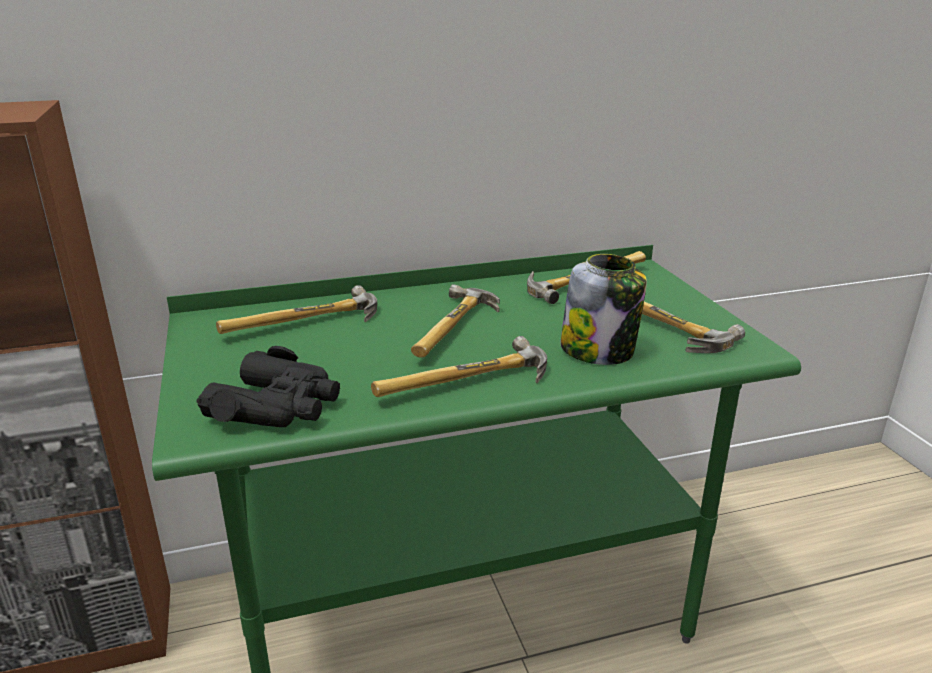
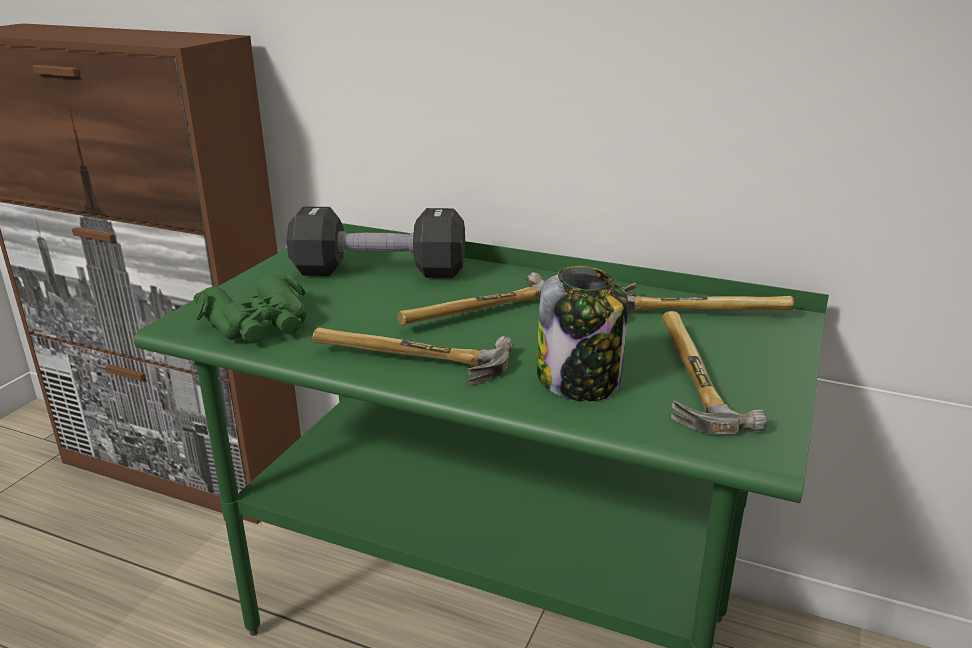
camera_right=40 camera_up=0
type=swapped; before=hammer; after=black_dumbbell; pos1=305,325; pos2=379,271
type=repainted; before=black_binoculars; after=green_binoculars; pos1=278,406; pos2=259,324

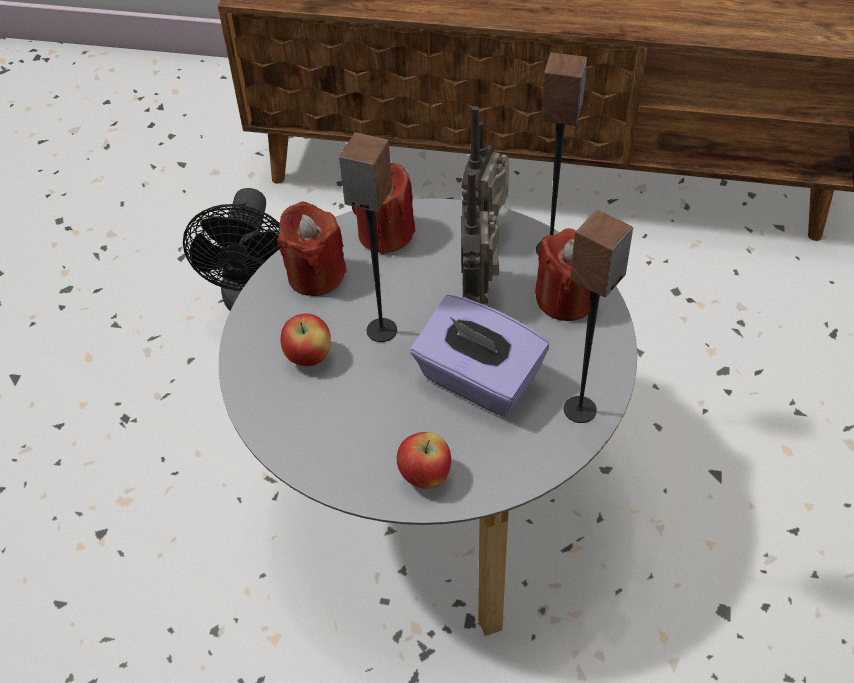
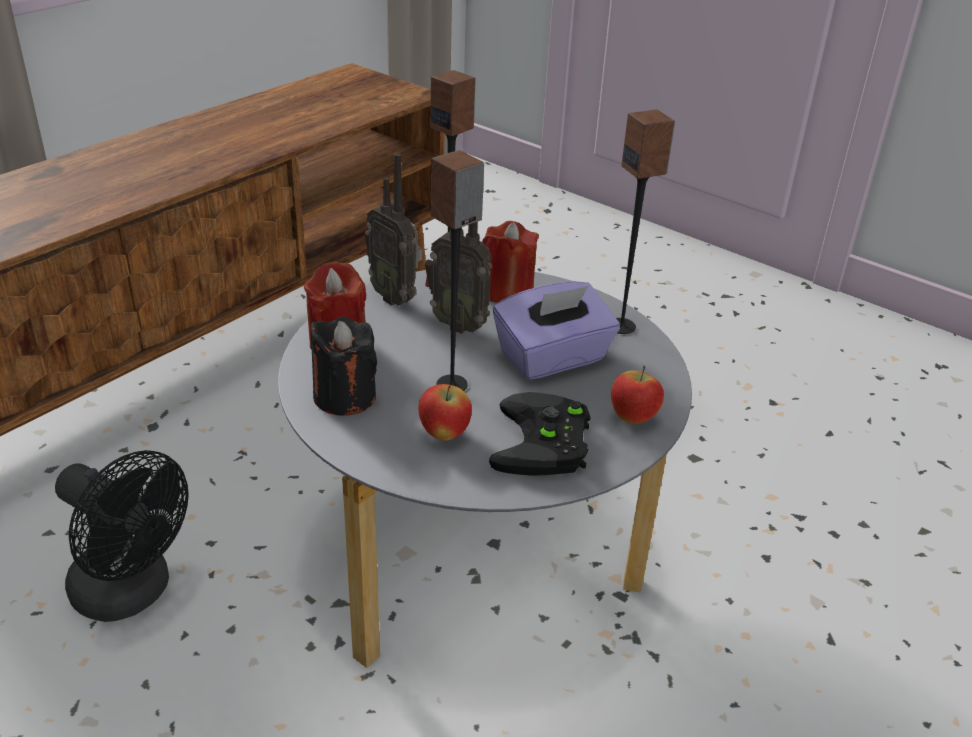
camera_right=-65 camera_up=-15
type=new; after=black_game_controller; pos2=545,445
type=repainted; before=red_candle; after=black_candle; pos1=315,275; pos2=344,397

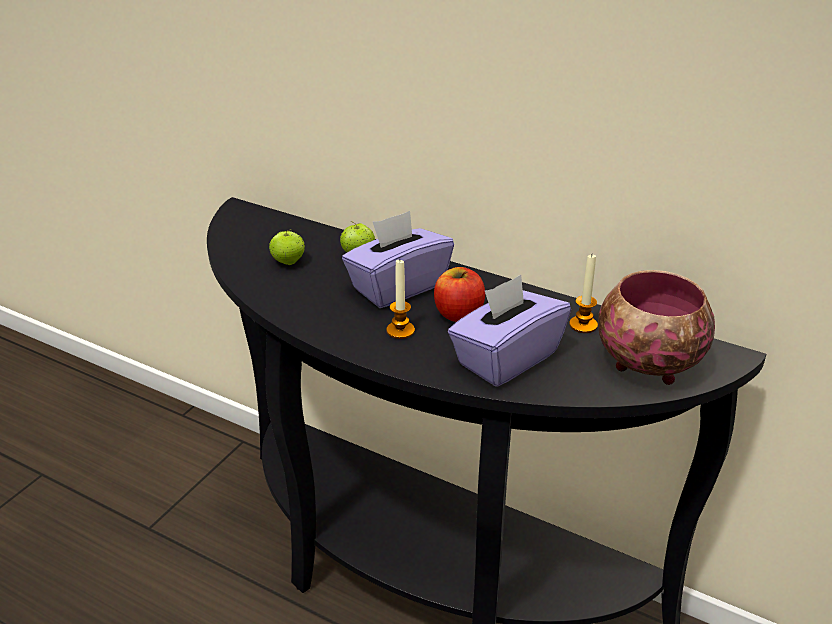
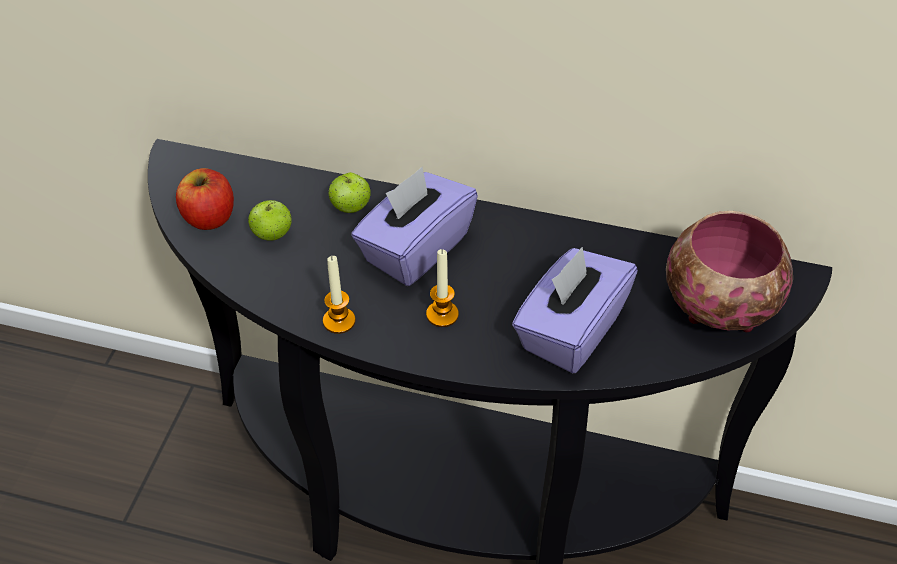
camera_right=-15 camera_up=15
type=shifted; before=apple; pos1=458,314; pos2=209,217
type=shifted; before=candle; pos1=583,325; pos2=339,321

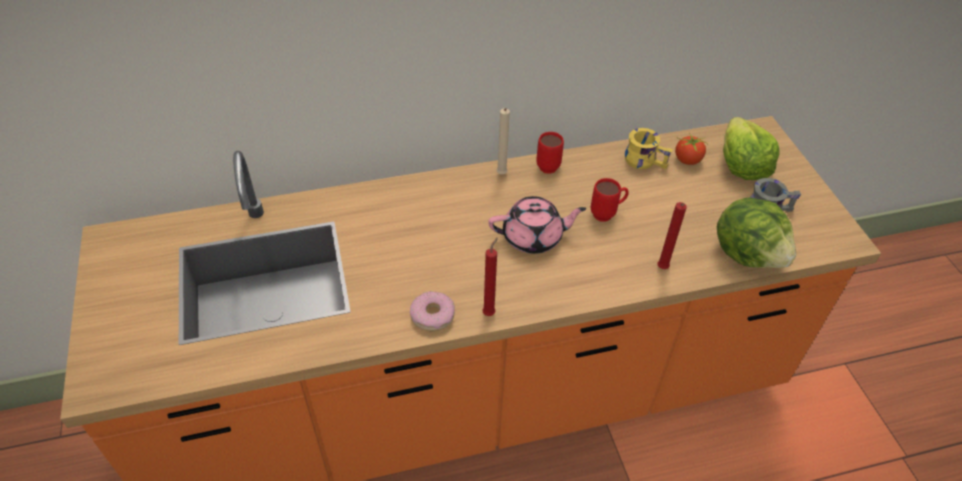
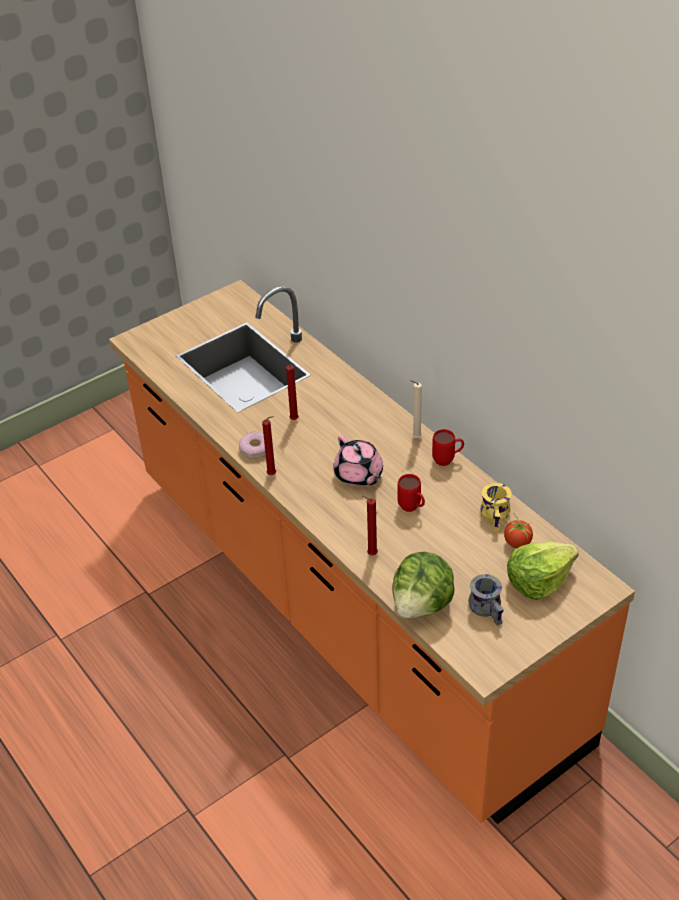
camera_right=70 camera_up=-5
type=new; after=red_candle; pos2=294,420

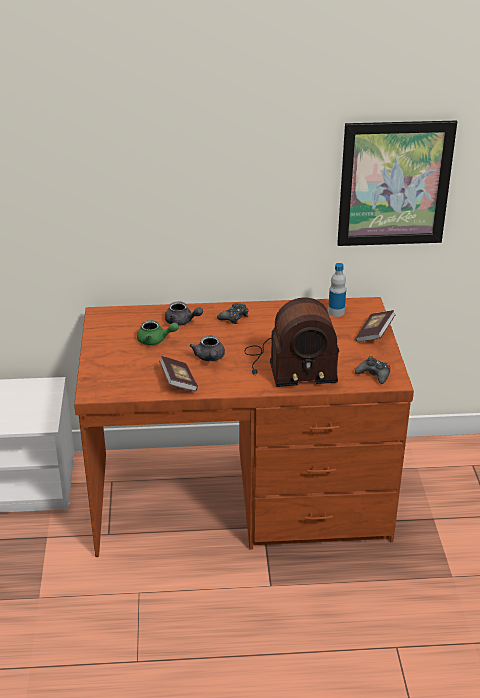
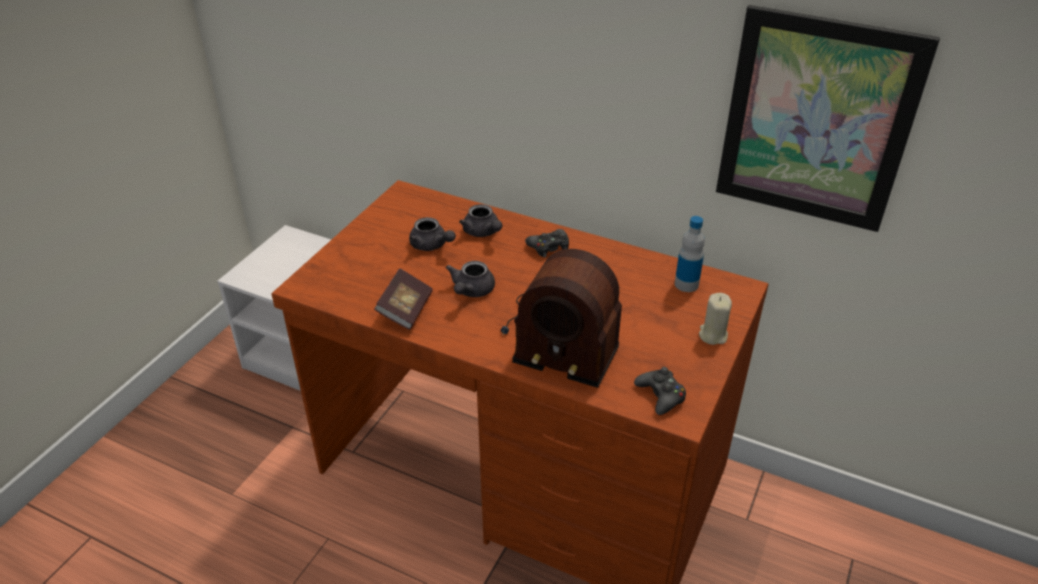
camera_right=30 camera_up=5
type=swapped; before=book; after=beige_candle; pos1=374,334; pos2=712,335
type=repainted; before=green_teapot; after=grey_teapot; pos1=155,340; pos2=431,245

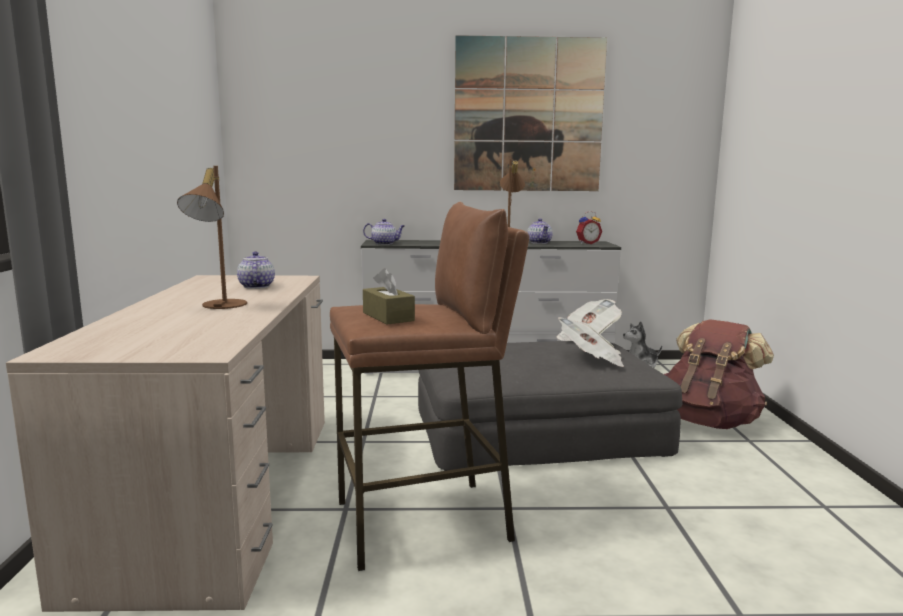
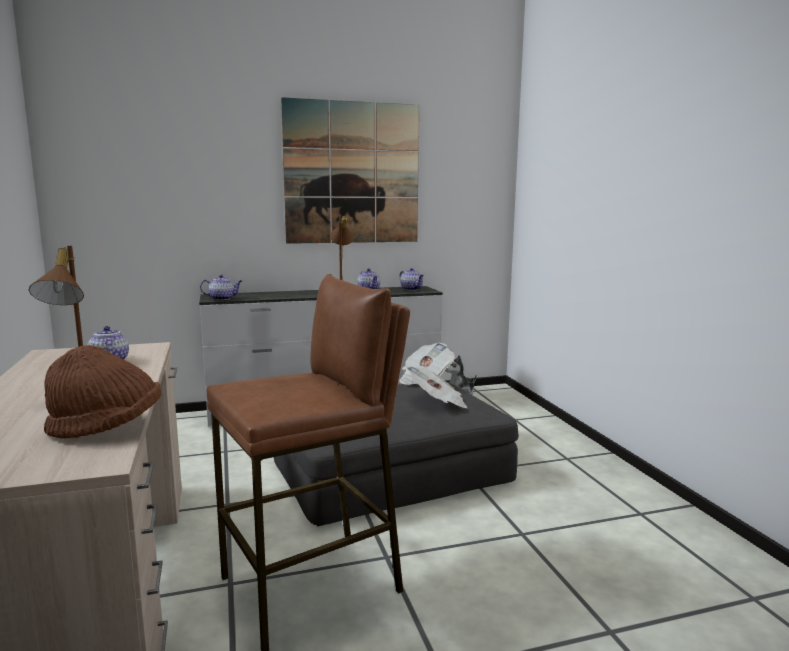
camera_right=-15 camera_up=0
type=gone; before=brown_tissue_box; pos1=388,317
type=gone; before=brown_backpack; pos1=709,422
type=new; after=brown_hat; pos2=107,428
type=swapped; before=alarm_clock; after=teapot; pos1=587,243; pos2=411,289

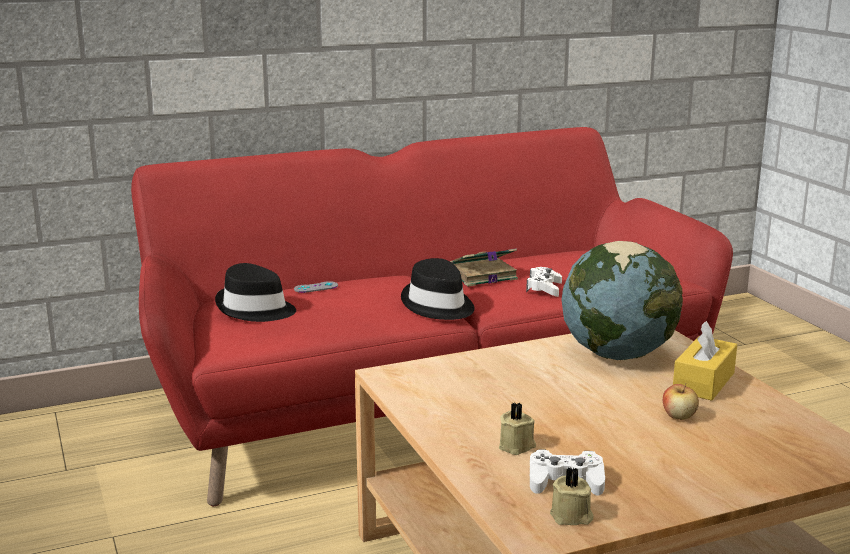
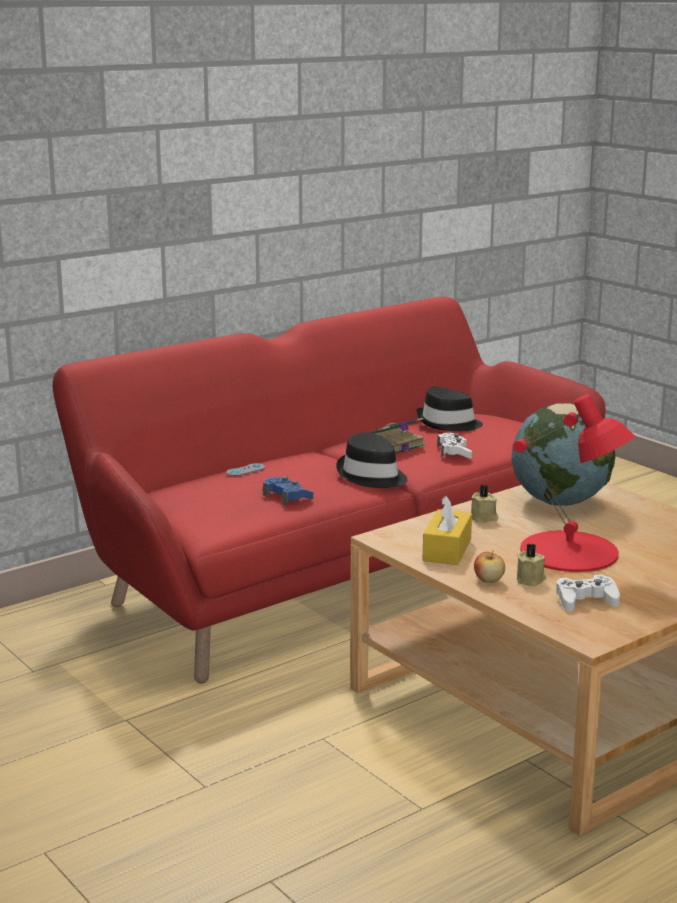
camera_right=-15 camera_up=0
type=new; after=blue_game_controller; pos2=287,497
type=new; after=red_table_lamp; pos2=570,552
type=shifted; before=black_hat; pos1=255,309; pos2=448,423
type=shifted; before=beige_candle; pos1=571,517; pos2=484,518
type=shifted; before=apple; pos1=679,416; pos2=489,580
type=shifted; before=yellow_tissue_box; pos1=703,382; pos2=447,550

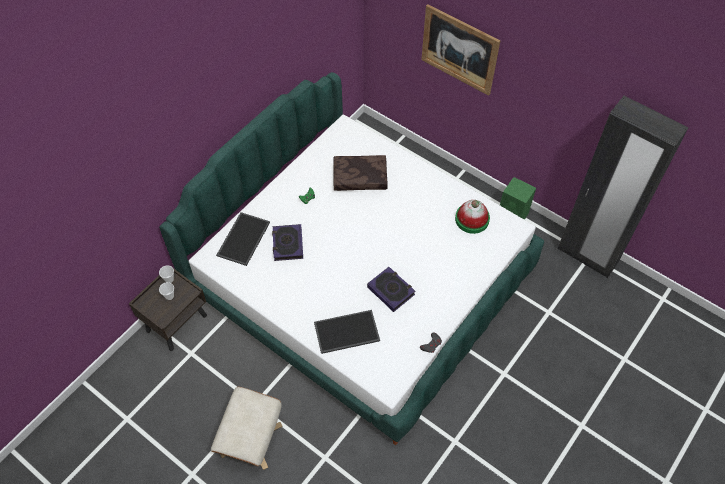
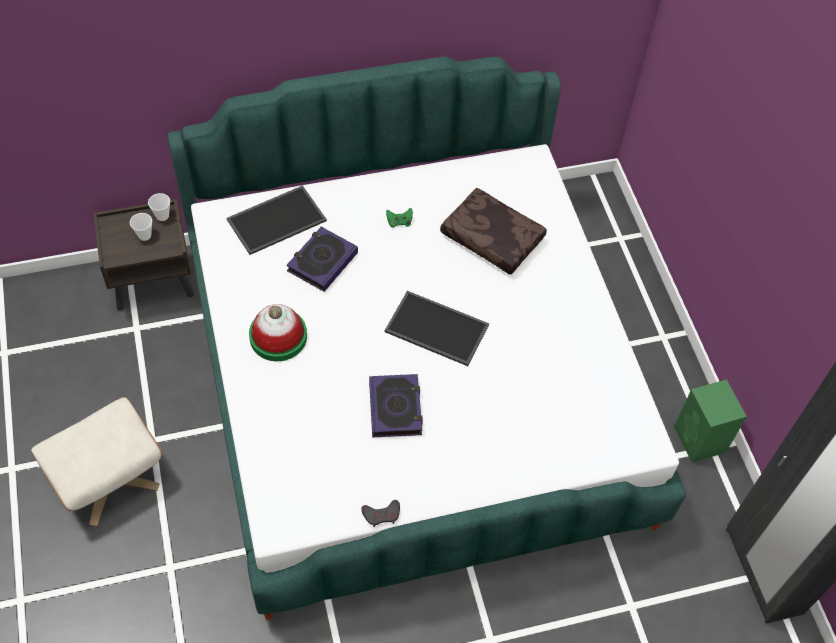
camera_right=35 camera_up=0
type=gone; before=picture; pos1=459,49
type=shifted; before=tray; pos1=346,333; pos2=435,329
type=shifted; before=hat; pos1=472,219; pos2=278,336

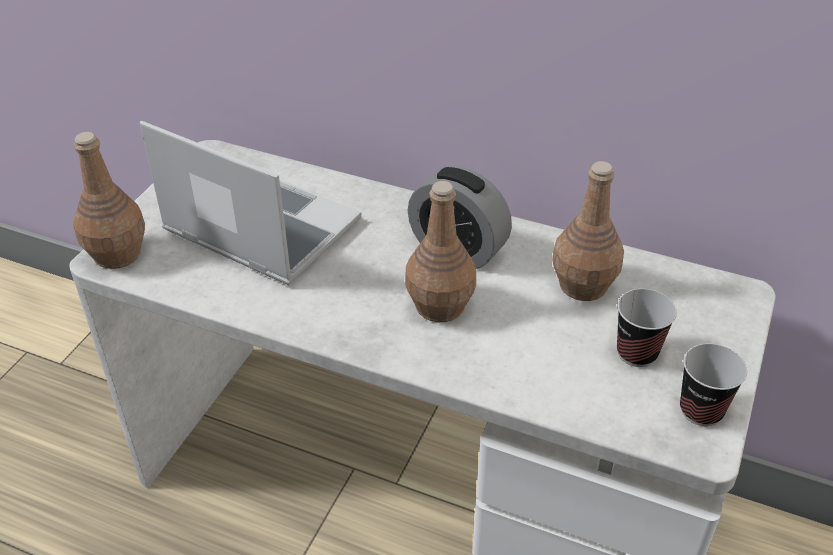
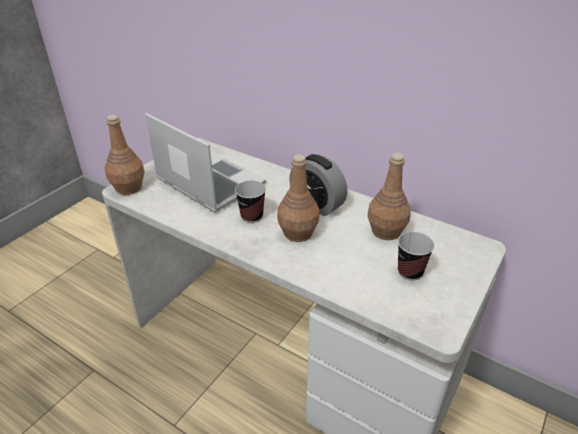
camera_right=10 camera_up=-5
type=shifted; before=cup; pos1=701,410; pos2=251,216

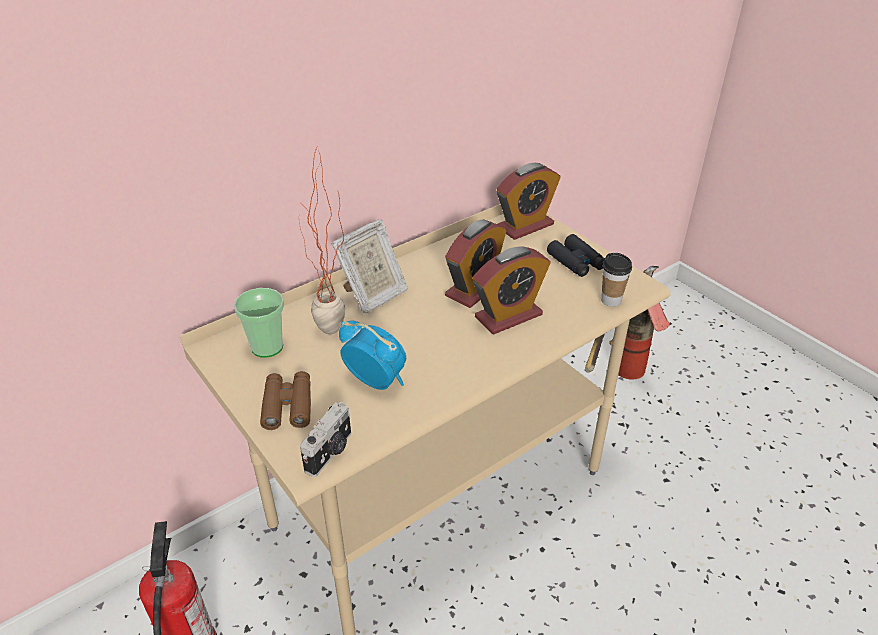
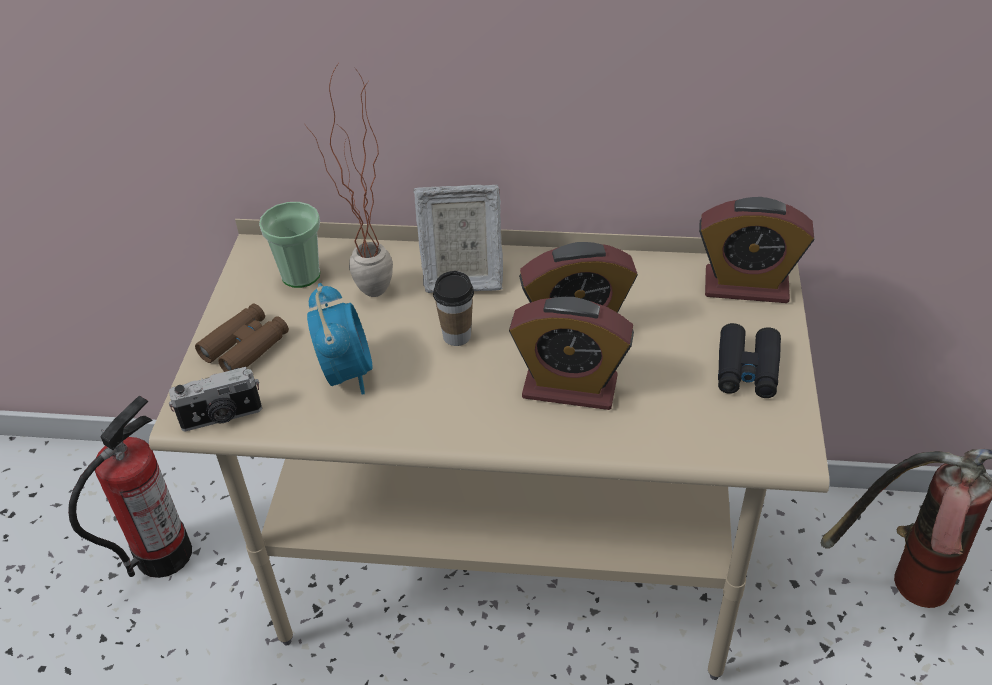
camera_right=45 camera_up=5
type=shifted; before=cup; pos1=611,300; pos2=457,336

